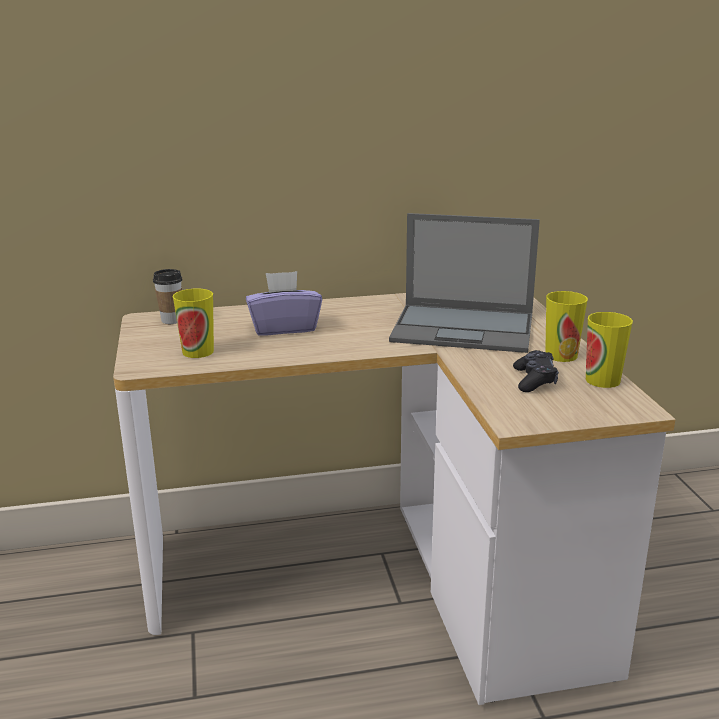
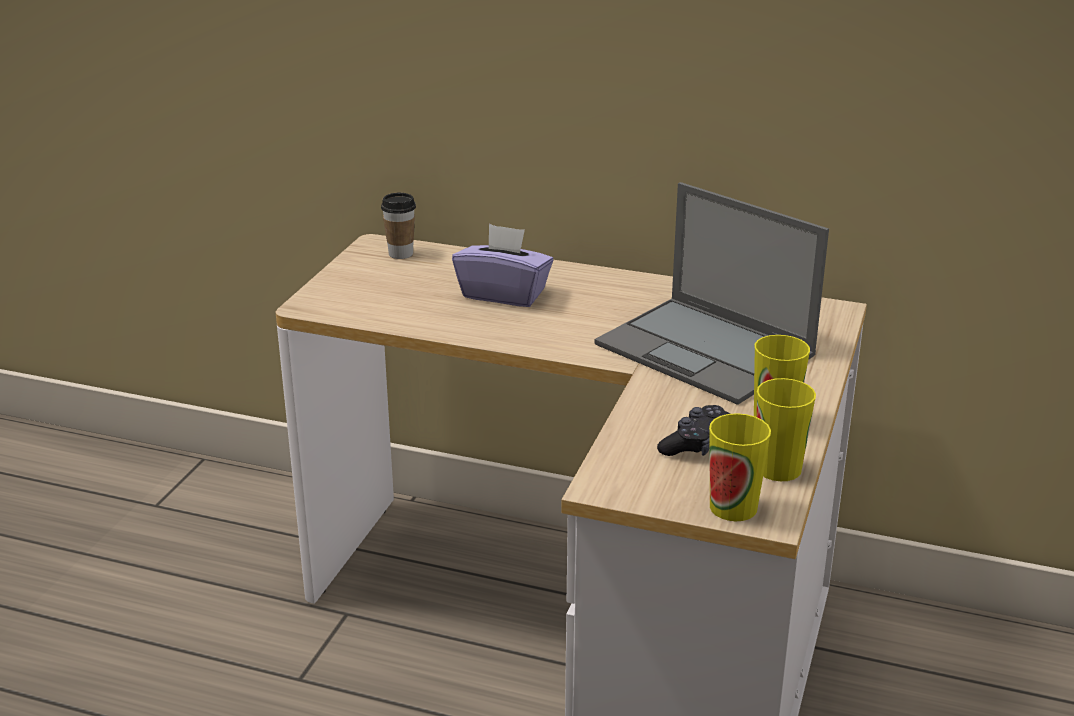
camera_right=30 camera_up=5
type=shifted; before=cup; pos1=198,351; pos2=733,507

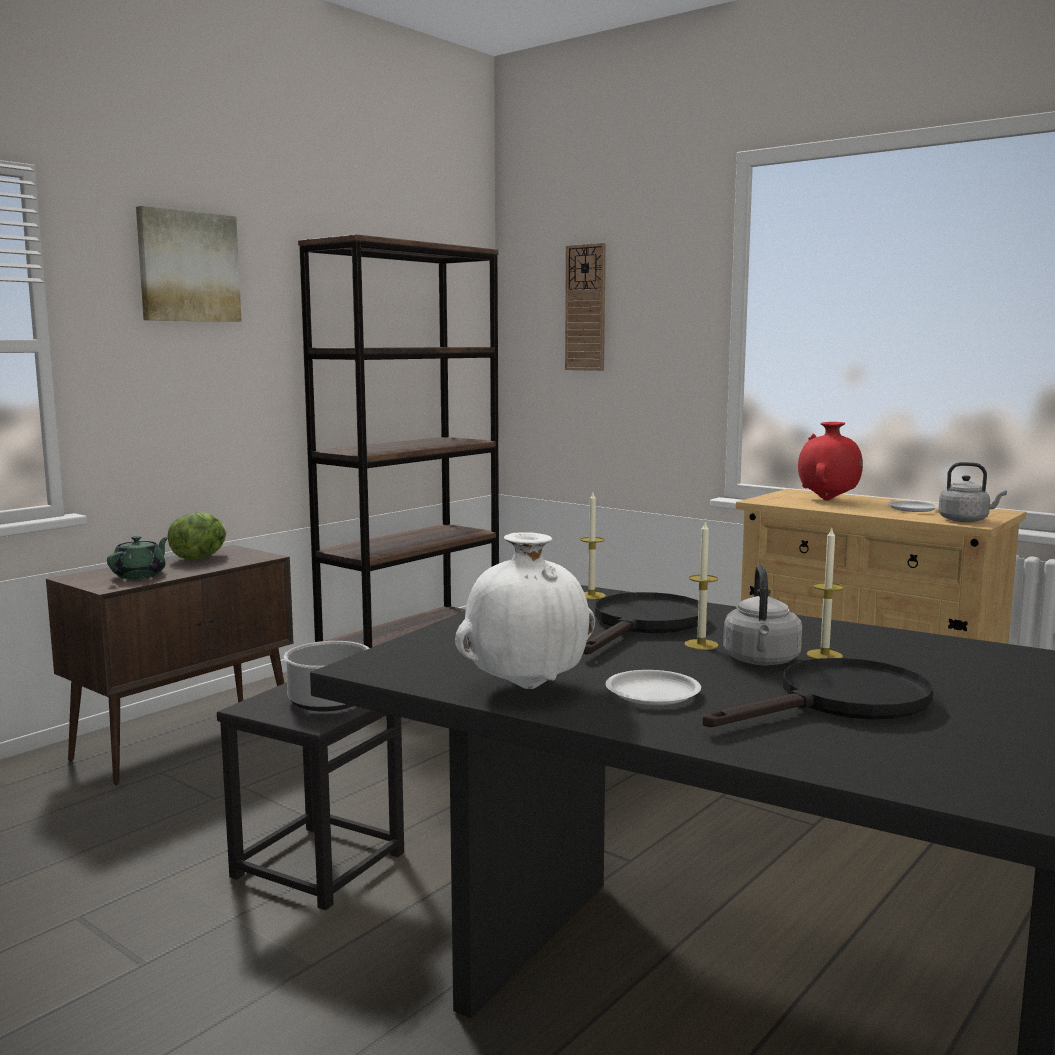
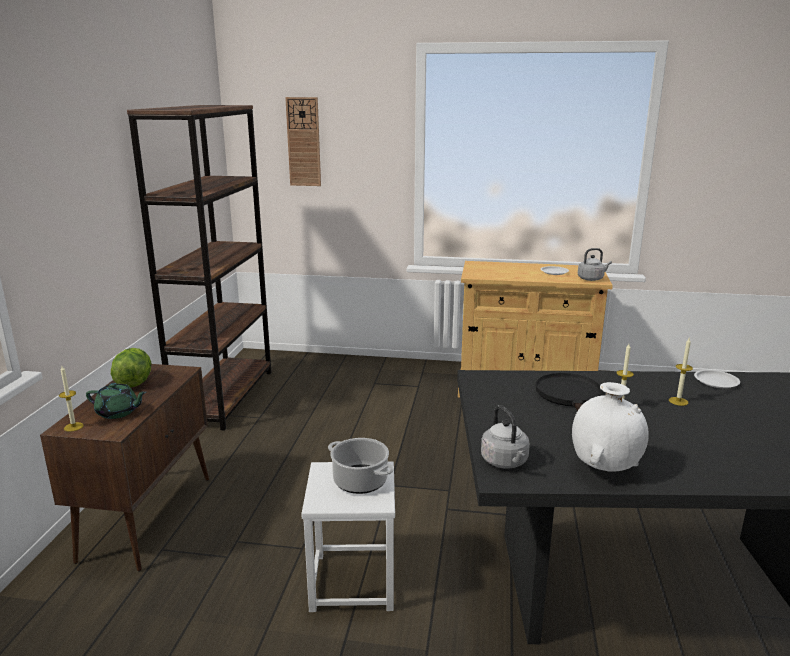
camera_right=-30 camera_up=10
type=gone; before=picture; pos1=188,267
type=gone; before=black_frying_pan; pos1=839,703
type=gone; before=red_vase; pos1=828,500
type=shifted; before=candle; pos1=591,595; pos2=73,427
type=shifted; before=white_plate; pos1=652,694; pos2=716,382
type=shifted; before=grey_kettle; pos1=761,661; pos2=505,462
type=repainted; before=black_stool; after=white_stool; pos1=318,864; pos2=352,581
type=rotated; before=green_teapot; pos1=140,575; pos2=118,412; turn=105

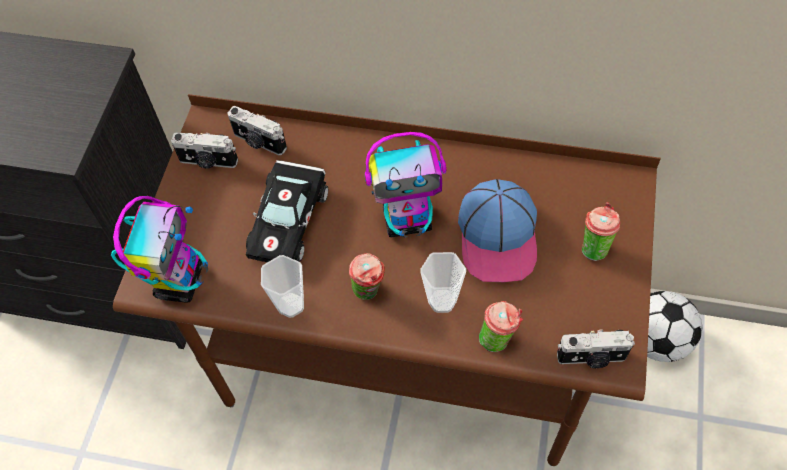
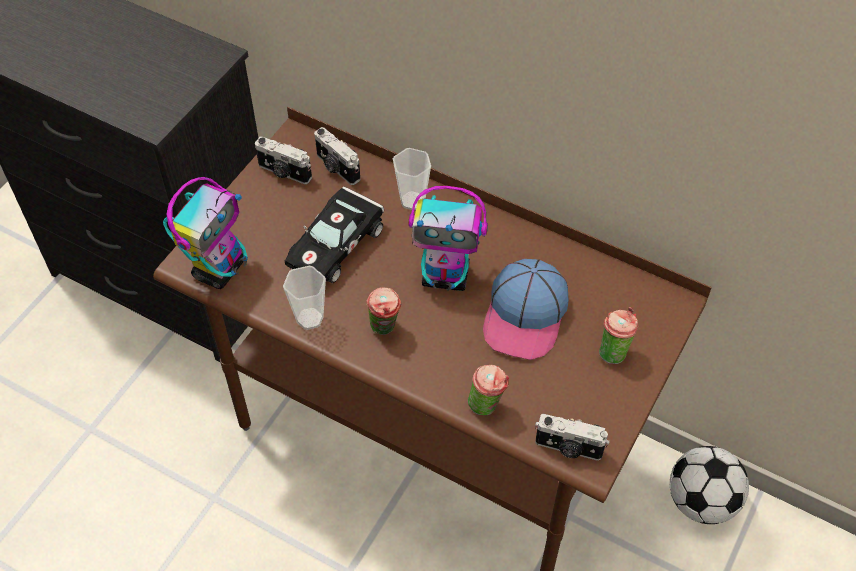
camera_right=15 camera_up=-5
type=shifted; before=cup; pos1=442,301; pos2=412,201

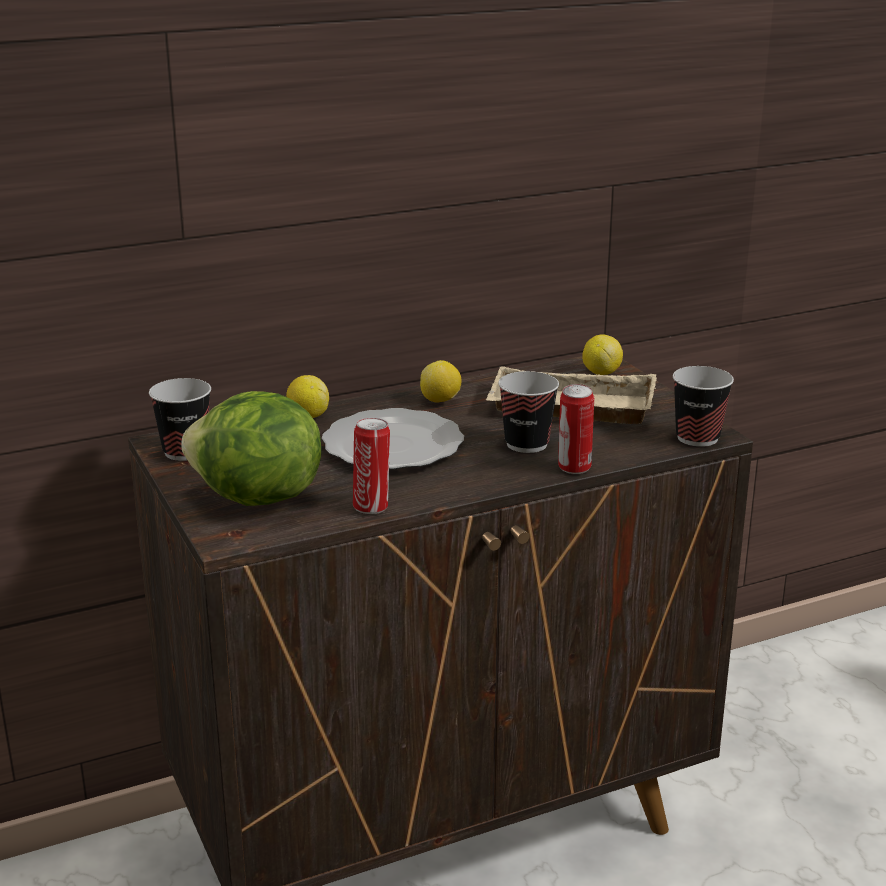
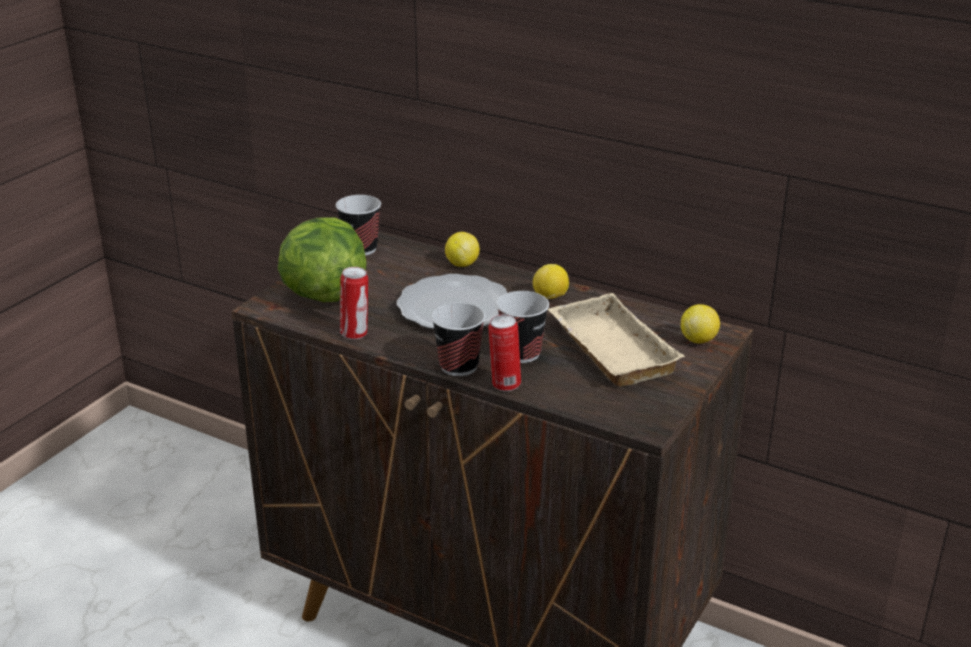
camera_right=55 camera_up=5
type=shifted; before=cup; pos1=697,438; pos2=459,366

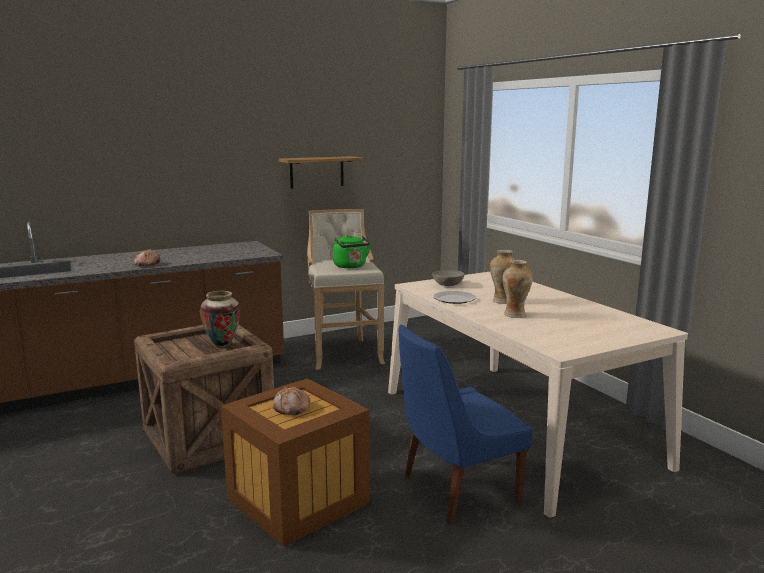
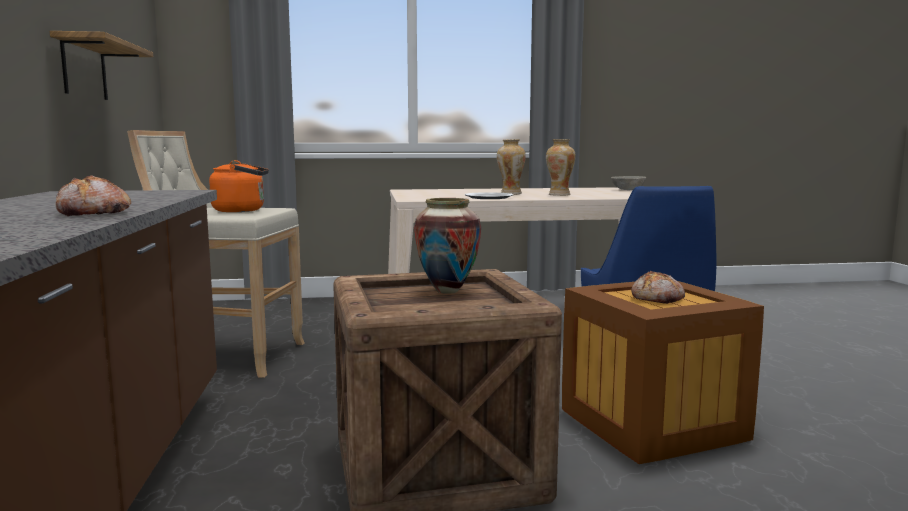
camera_right=-70 camera_up=-5
type=shifted; before=grey_bowl; pos1=448,285; pos2=628,189
type=repainted; before=green_kettle; after=orange_kettle; pos1=351,266; pos2=242,210

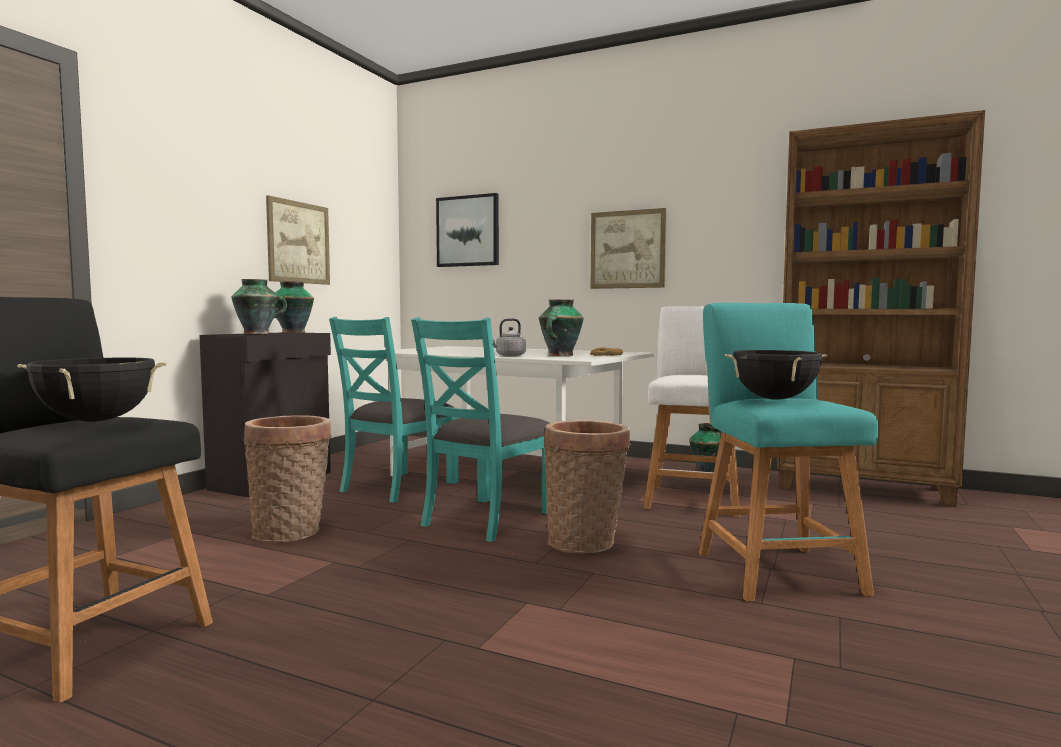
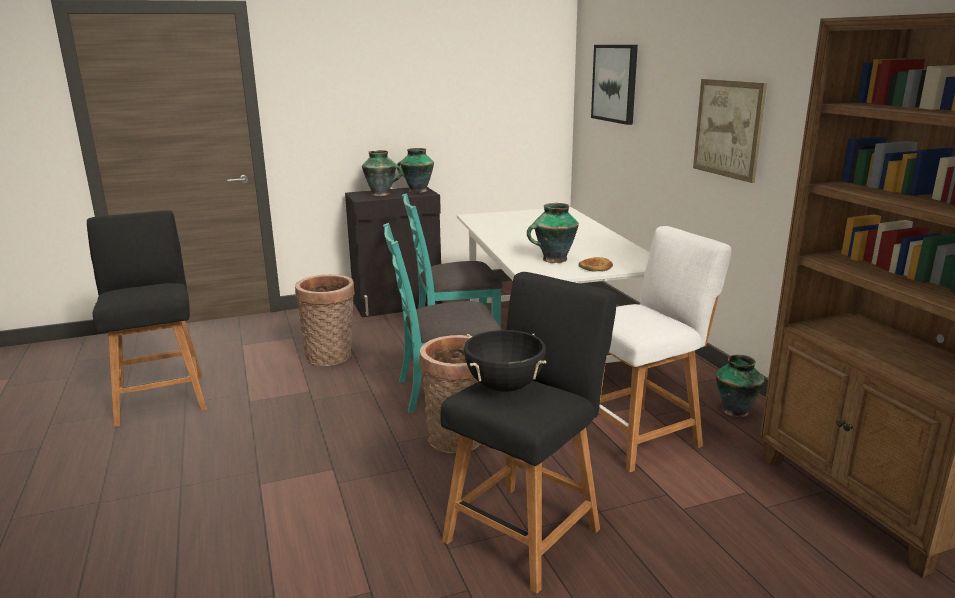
camera_right=45 camera_up=15
type=gone; before=black_cooking_pot; pos1=97,420
type=gone; before=picture; pos1=298,242
type=gone; before=grey_kettle; pos1=509,356
type=repainted; before=turquoise_stool; after=black_stool; pos1=774,569; pos2=526,531

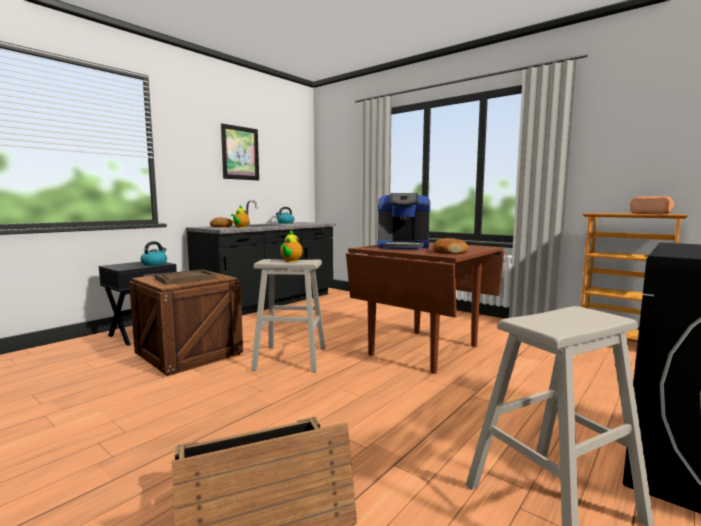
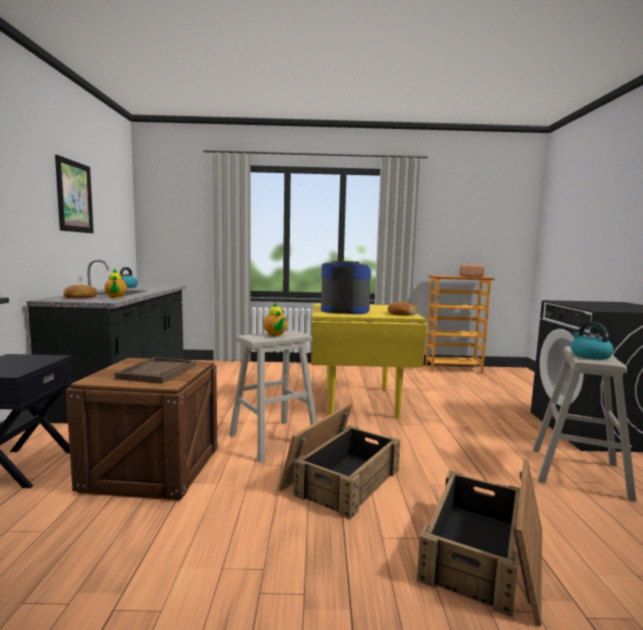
camera_right=-40 camera_up=0
type=new; after=crate; pos2=341,479
type=shifted; before=kettle; pos1=154,264; pos2=589,356
type=repainted; before=brown_dining_table; after=yellow_dining_table; pos1=424,350; pos2=360,401
type=rotated; before=coffee_machine; pos1=403,246; pos2=345,310; turn=-135

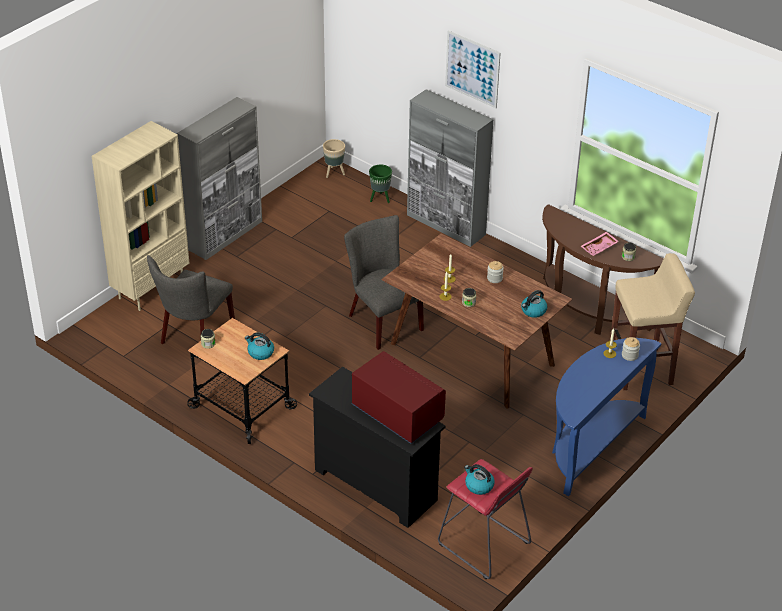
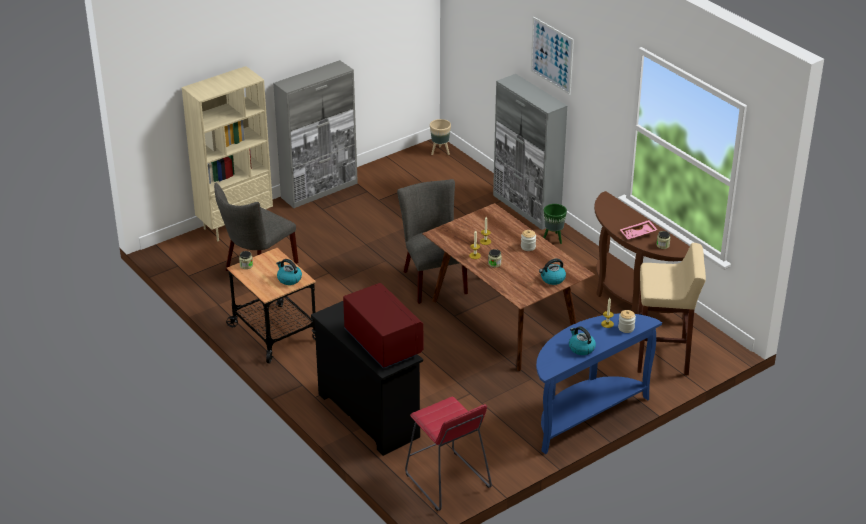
camera_right=15 camera_up=-5
type=shifted; before=green_planter; pos1=380,199; pos2=553,239
type=shifted; before=kettle; pos1=478,486; pos2=581,348

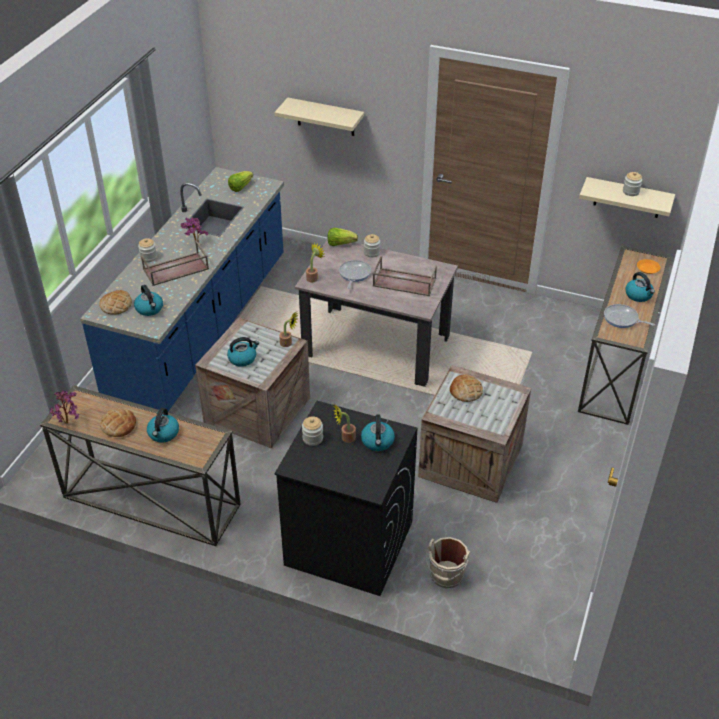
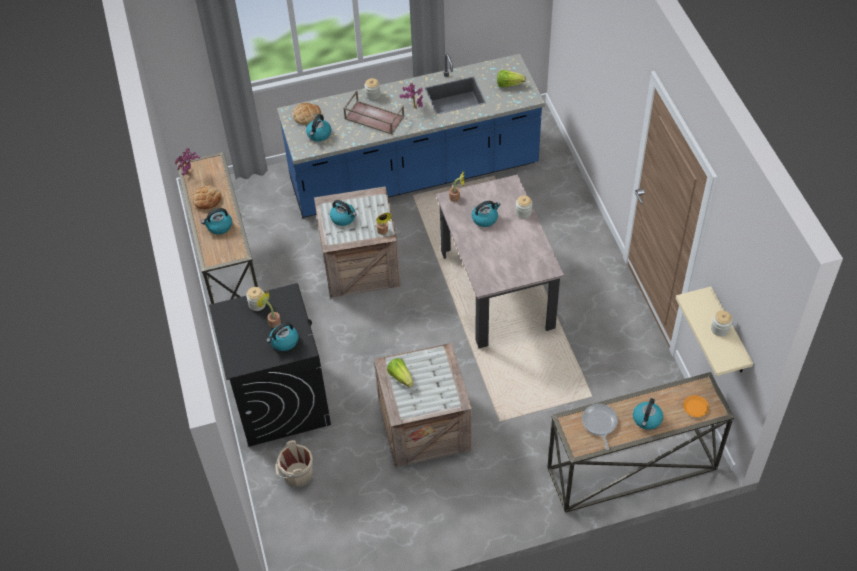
camera_right=55 camera_up=10
type=gone; before=beige_shelf; pos1=325,117
type=gone; before=brown_tray; pos1=403,282
type=gone; before=bread; pos1=465,391
type=shifted; before=lettuce; pos1=340,243; pos2=400,377
type=swapped; before=frying_pan; after=kettle; pos1=354,274; pos2=485,218

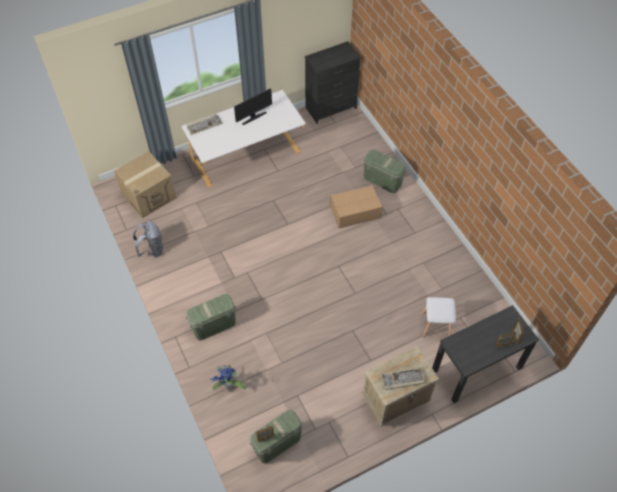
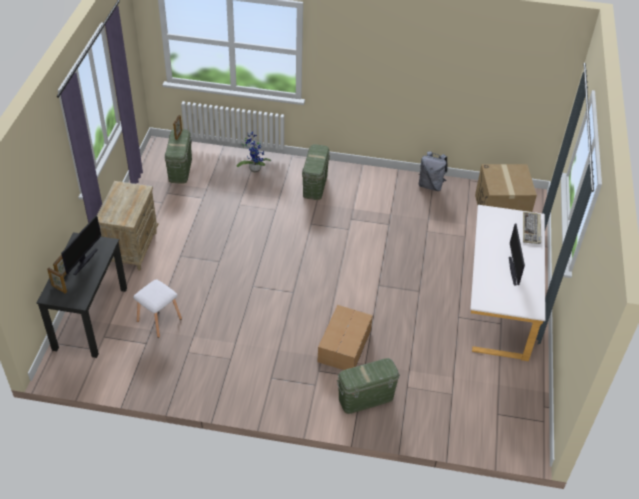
camera_right=125 camera_up=-10
type=gone; before=black_dresser; pos1=331,108
type=gone; before=keyboard; pos1=402,379
type=new; after=monitor; pos2=84,261

